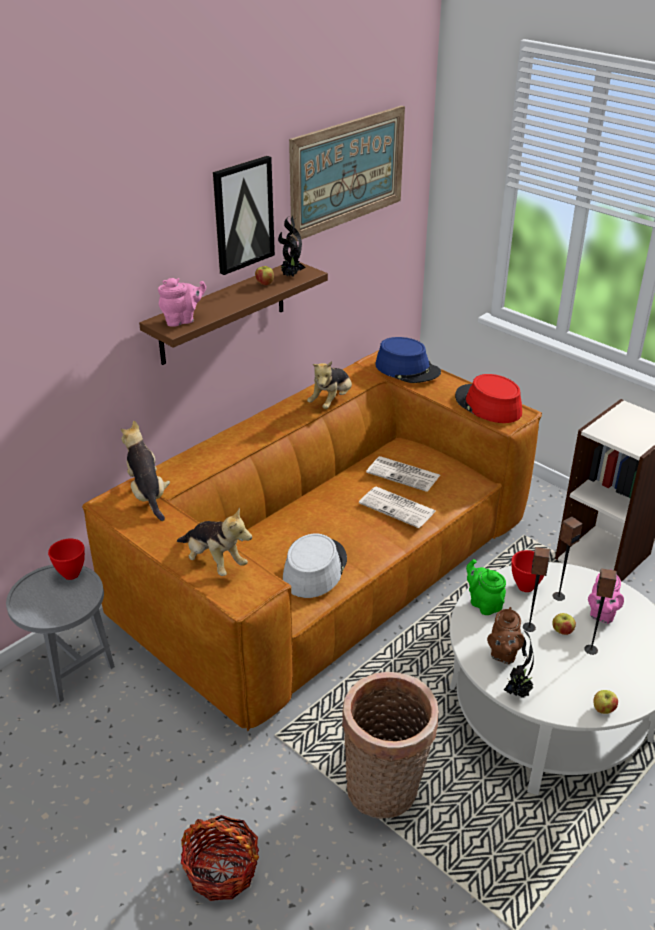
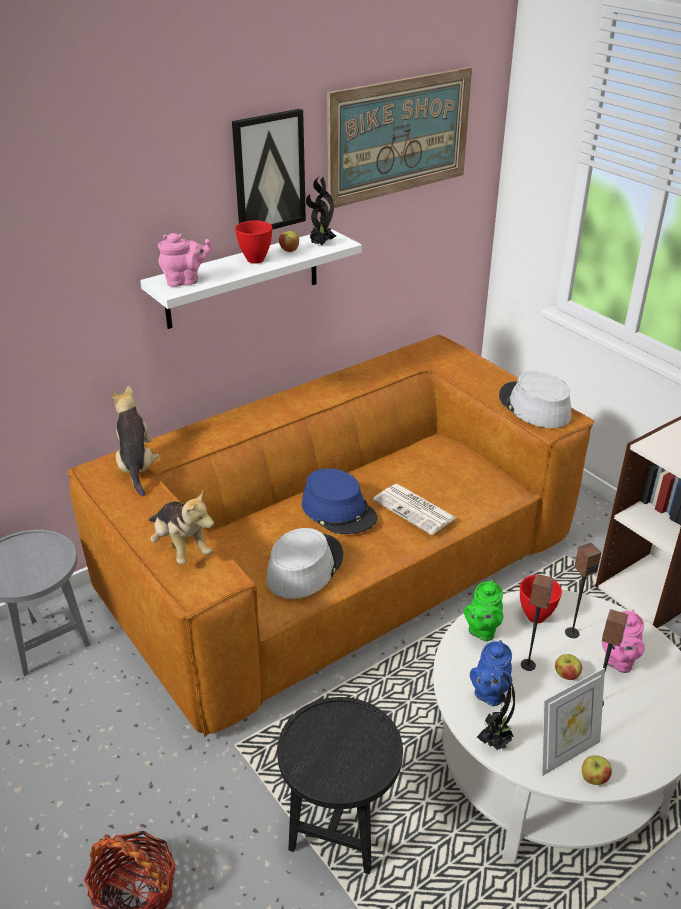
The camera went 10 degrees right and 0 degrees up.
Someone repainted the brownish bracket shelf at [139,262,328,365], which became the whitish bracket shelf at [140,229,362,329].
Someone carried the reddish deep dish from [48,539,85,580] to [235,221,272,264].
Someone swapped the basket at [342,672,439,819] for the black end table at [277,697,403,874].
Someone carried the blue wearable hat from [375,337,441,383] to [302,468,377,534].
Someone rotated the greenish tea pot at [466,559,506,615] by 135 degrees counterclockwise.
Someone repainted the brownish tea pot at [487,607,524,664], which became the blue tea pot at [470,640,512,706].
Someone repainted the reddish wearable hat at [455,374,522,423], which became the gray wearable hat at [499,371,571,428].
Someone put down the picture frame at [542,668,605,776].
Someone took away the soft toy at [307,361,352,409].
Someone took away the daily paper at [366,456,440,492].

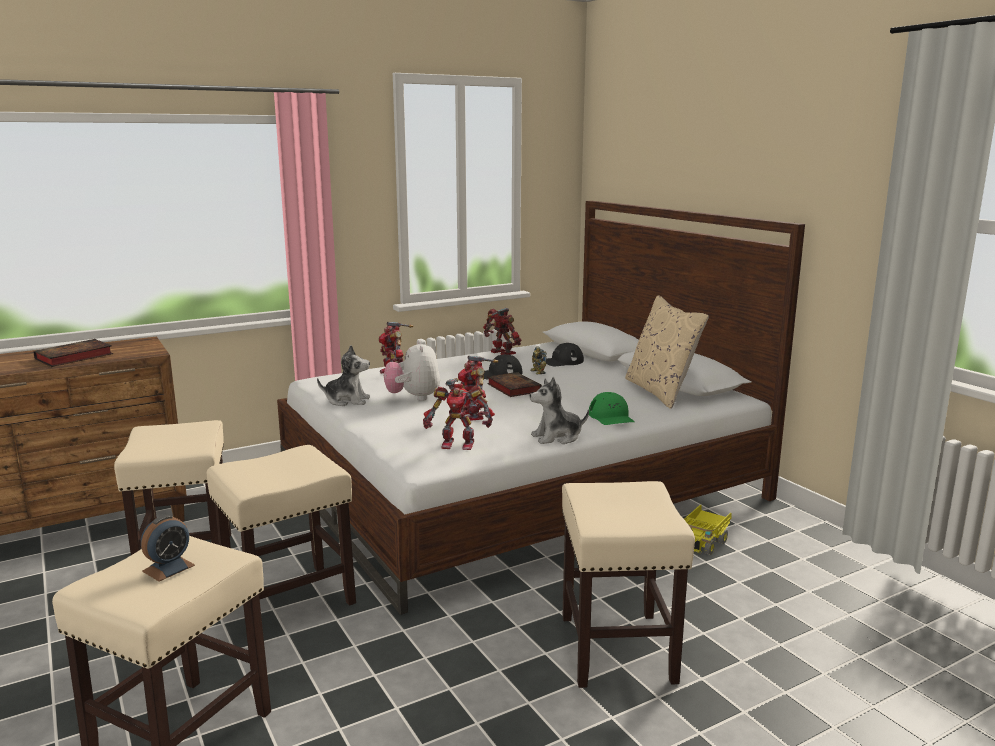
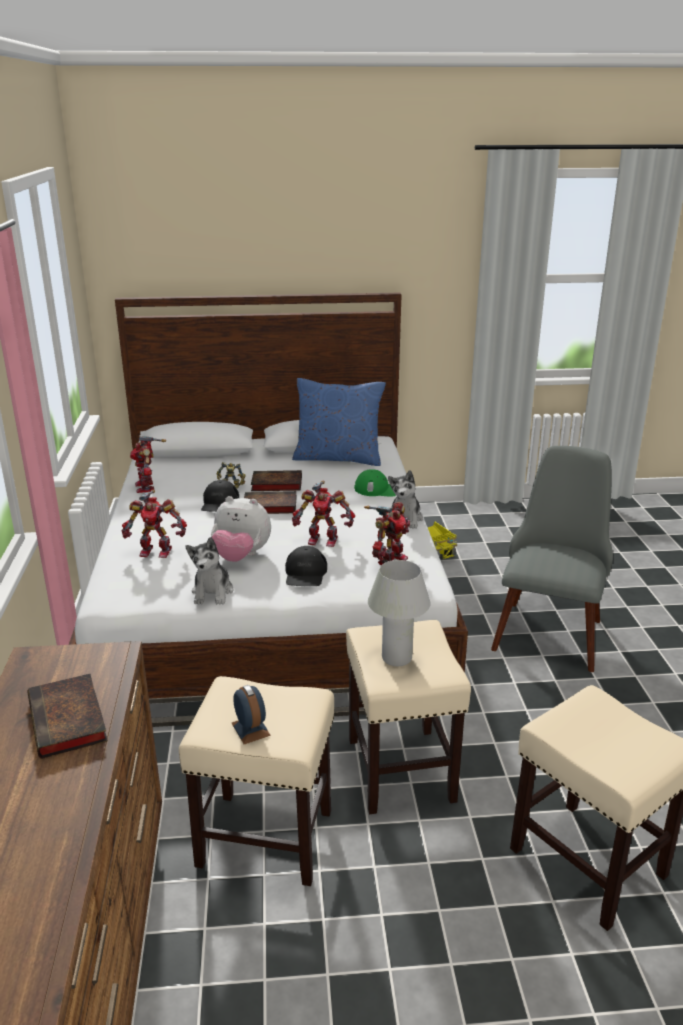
The camera went 65 degrees left and 10 degrees up.
Someone rotated the robot figure at [483,308,521,355] by 90 degrees counterclockwise.
Someone rotated the soft toy at [317,345,370,406] by 150 degrees clockwise.
Someone carried the alarm clock from [141,515,195,582] to [232,685,271,744].
Someone put down the book at [251,470,302,491].
Someone carried the black baseball cap from [542,343,584,367] to [285,546,327,586].
Someone repainted the sand-coloured throw pillow at [625,295,709,409], which became the blue throw pillow at [292,378,386,466].
Someone put down the whitish lamp for a table at [368,560,431,666].
Someone swapped the sand-coloured stool at [562,481,695,688] for the gray chair at [491,446,613,672].

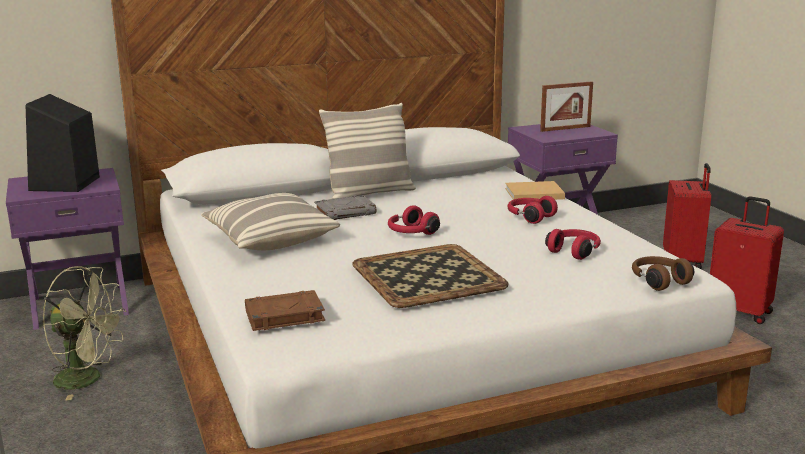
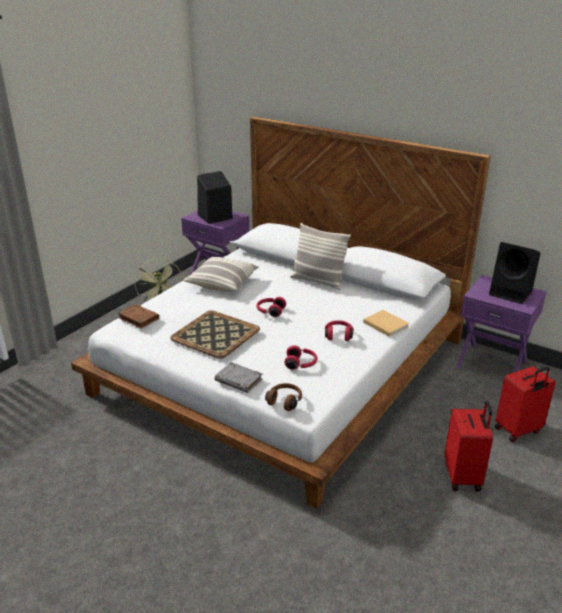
The camera went 55 degrees right and 10 degrees up.
Someone carried the gray book from [314,195,376,220] to [215,362,263,393].
Someone swapped the picture frame at [540,81,593,132] for the black audio speaker at [489,242,541,304].

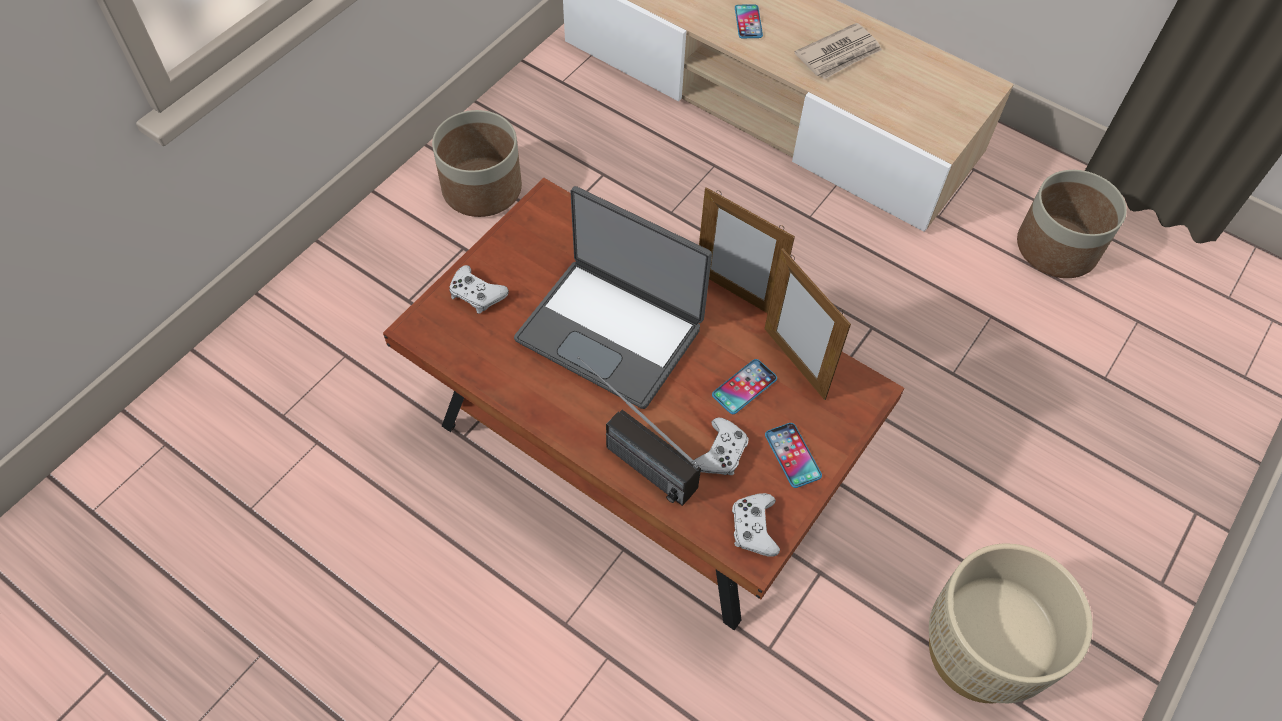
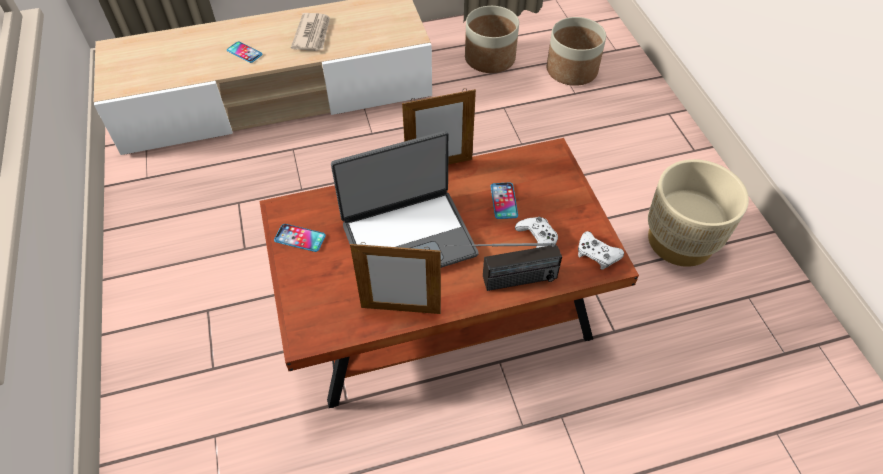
The camera went 50 degrees left and 5 degrees down.
Someone carried the telephone from [765,423,822,488] to [274,224,326,252].
Someone carried the picture frame from [764,248,851,400] to [350,242,441,314].
Someone carried the planter from [432,110,522,217] to [547,17,606,86].
Someone took away the whitish gamepad at [449,265,509,314].

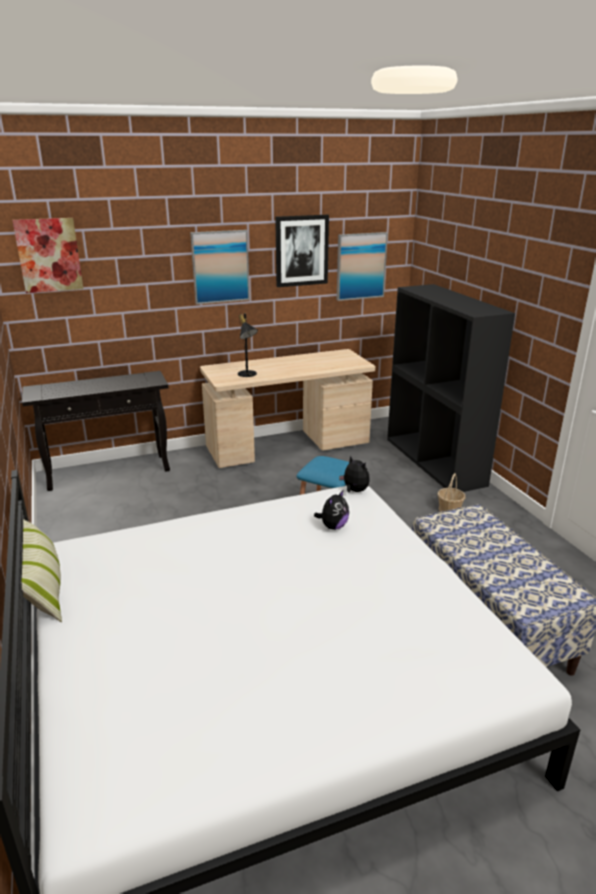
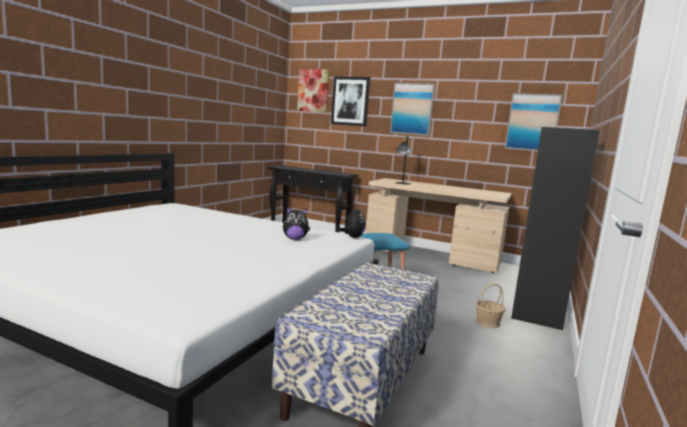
The camera went 45 degrees right and 15 degrees down.
Someone carried the picture from [275,215,329,287] to [331,76,370,126].
Someone took away the throw pillow at [22,519,62,622].

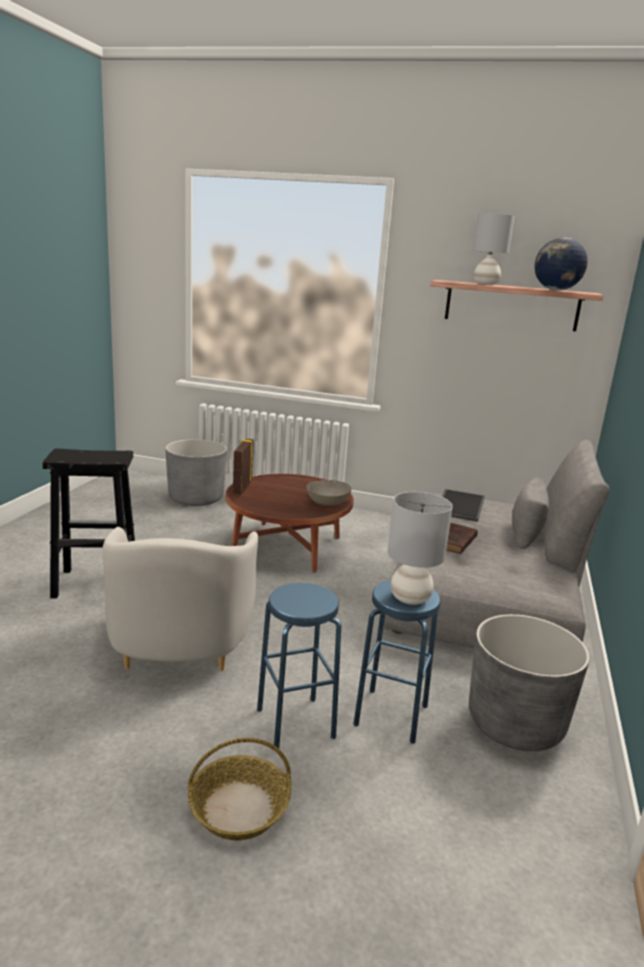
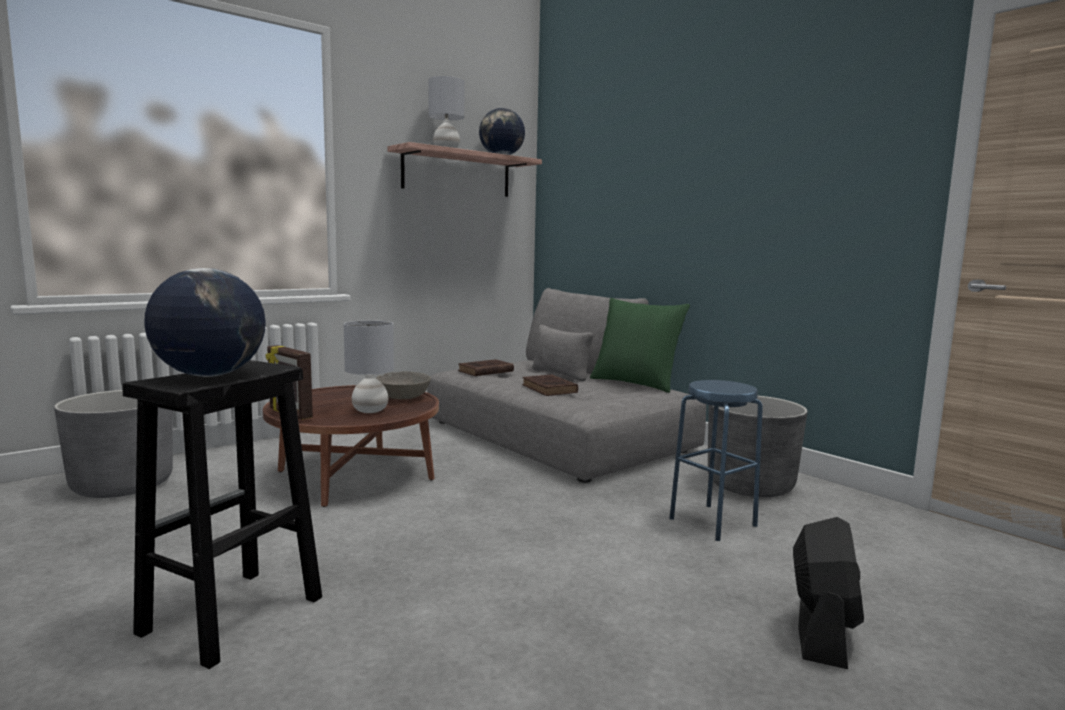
The camera went 55 degrees left and 10 degrees down.
Someone put down the globe at [144,268,266,377].
Someone carried the gray lamp for a table from [388,492,453,605] to [344,320,394,413].
Someone swapped the serving tray at [442,489,485,522] for the brownish book at [458,359,514,376].
Someone put down the greenish throw pillow at [590,298,690,393].
Someone swapped the basket at [188,738,291,840] for the black fan at [793,517,864,669].
Someone took away the whitish lounge chair at [102,527,258,671].
Someone took away the blue stool at [257,583,341,748].

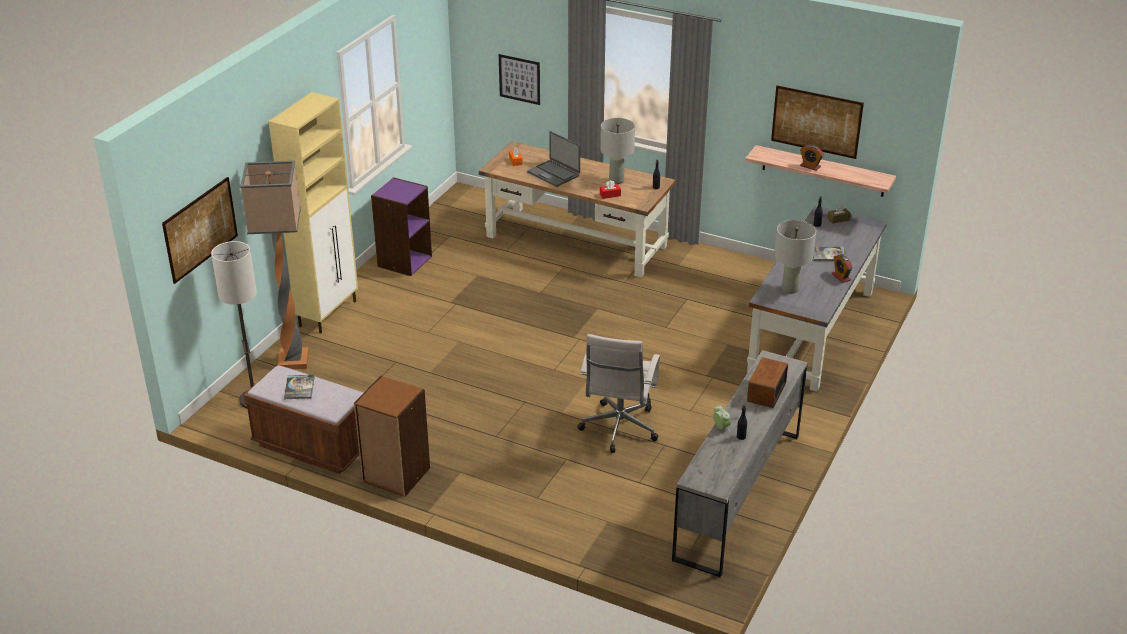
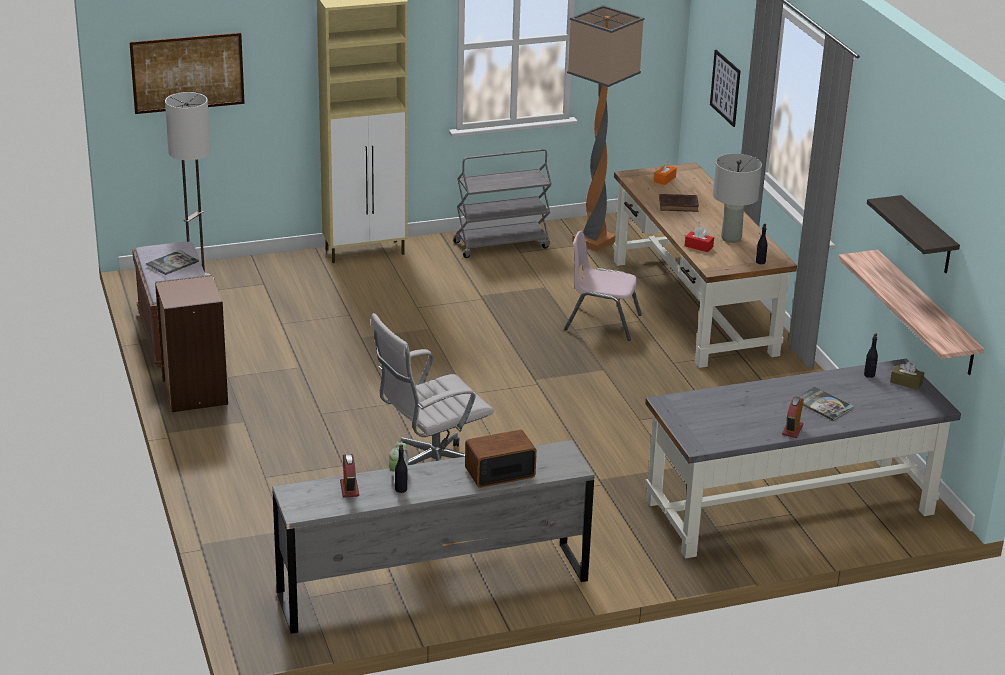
The camera went 45 degrees right and 5 degrees down.
Someone carried the alarm clock from [800,145,824,171] to [340,454,359,498].
Someone swapped the purplish shelving unit at [371,177,432,276] for the gray cart at [453,149,552,258].
Someone put down the pinkish chair at [564,231,642,341].
Someone carried the standard lamp from [240,161,309,369] to [567,5,645,251].
Someone swapped the notebook computer at [527,131,580,187] for the brownish book at [659,194,699,212].
Someone swapped the picture at [771,85,864,159] for the bracket shelf at [867,195,960,273].
Someone took away the gray lamp for a table at [774,220,816,294].

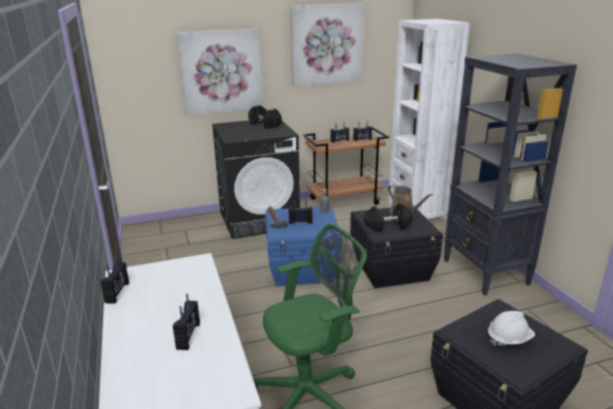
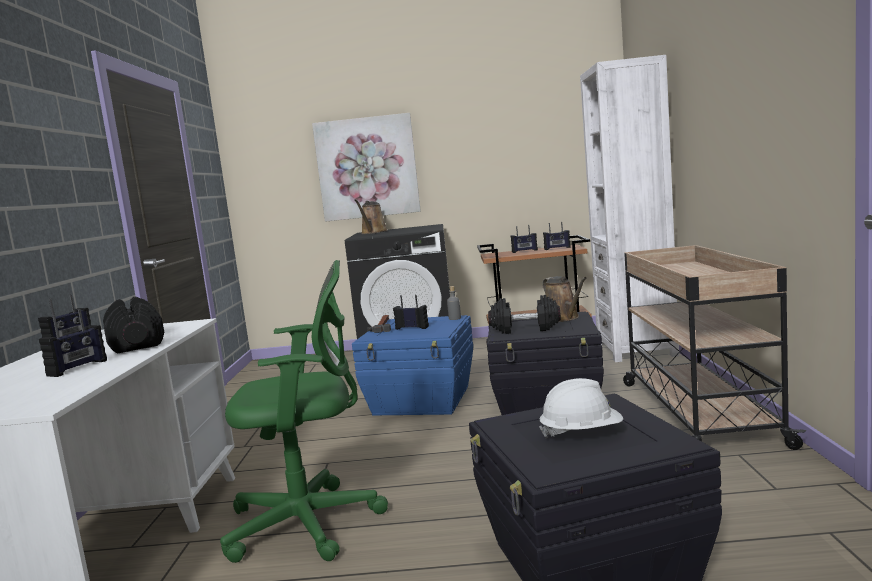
The camera went 20 degrees right and 15 degrees down.
Someone carried the black dumbbell from [248,105,282,129] to [103,297,164,354].
Someone put down the brownish watering can at [354,199,388,234].
Someone swapped the black shelving unit at [444,53,577,296] for the sand-coloured cart at [623,245,806,450].
Someone took away the picture at [290,3,365,87].

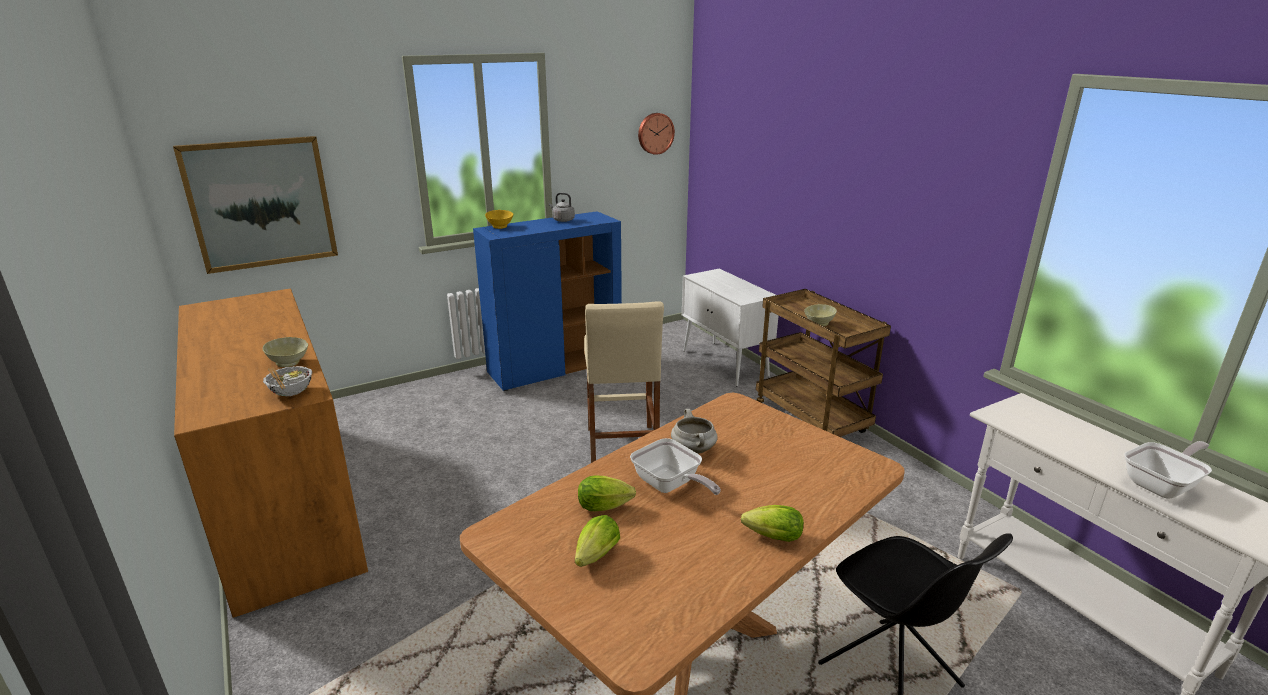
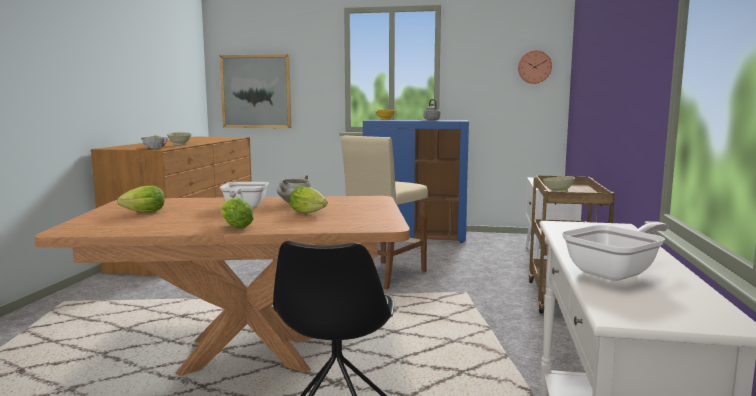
The camera went 40 degrees right and 15 degrees down.
Someone carried the lettuce from [578,475,636,511] to [290,186,327,214].
Someone rotated the skillet at [1124,441,1212,499] by 45 degrees counterclockwise.

